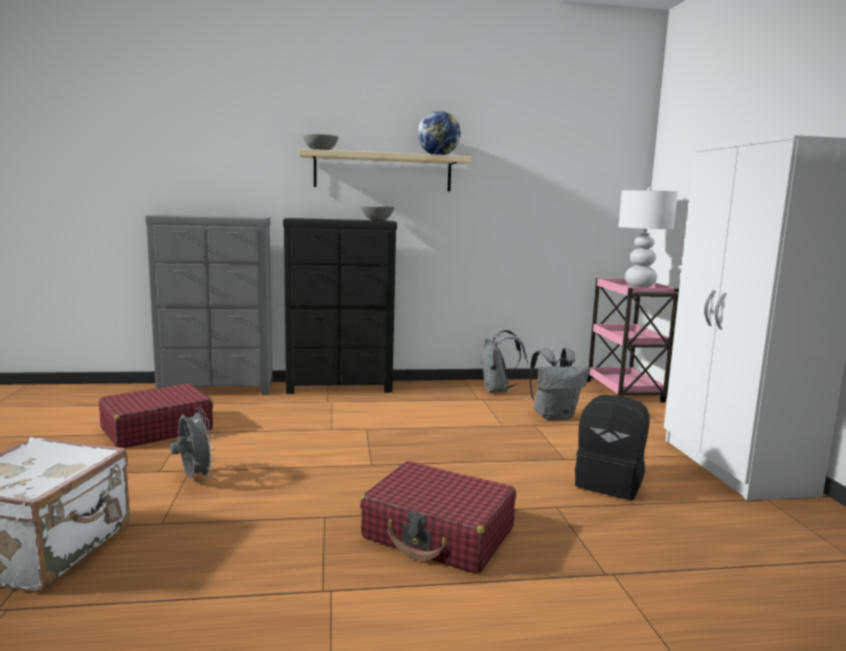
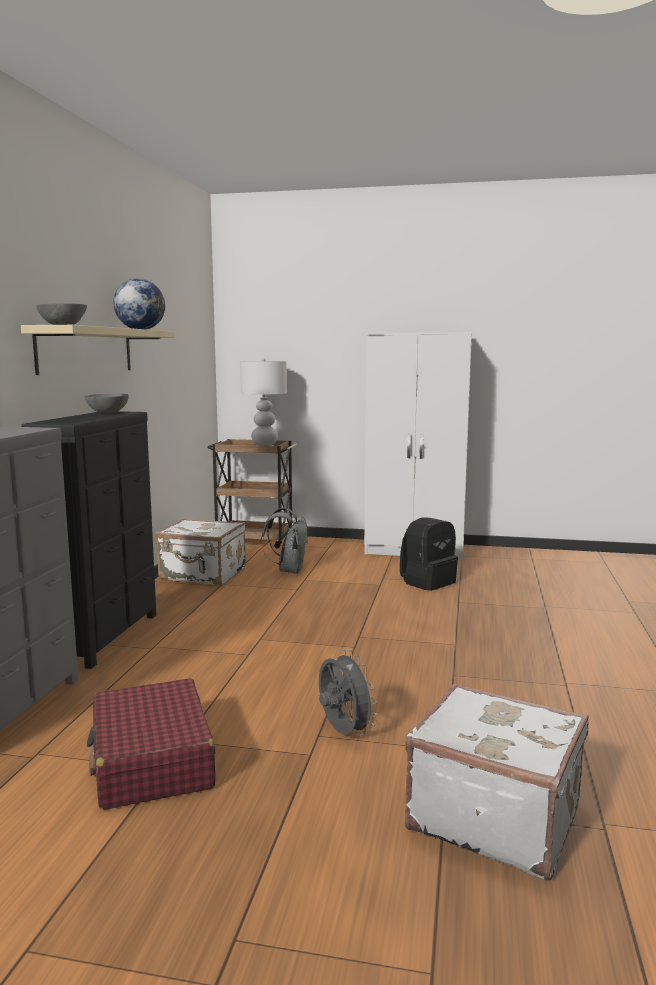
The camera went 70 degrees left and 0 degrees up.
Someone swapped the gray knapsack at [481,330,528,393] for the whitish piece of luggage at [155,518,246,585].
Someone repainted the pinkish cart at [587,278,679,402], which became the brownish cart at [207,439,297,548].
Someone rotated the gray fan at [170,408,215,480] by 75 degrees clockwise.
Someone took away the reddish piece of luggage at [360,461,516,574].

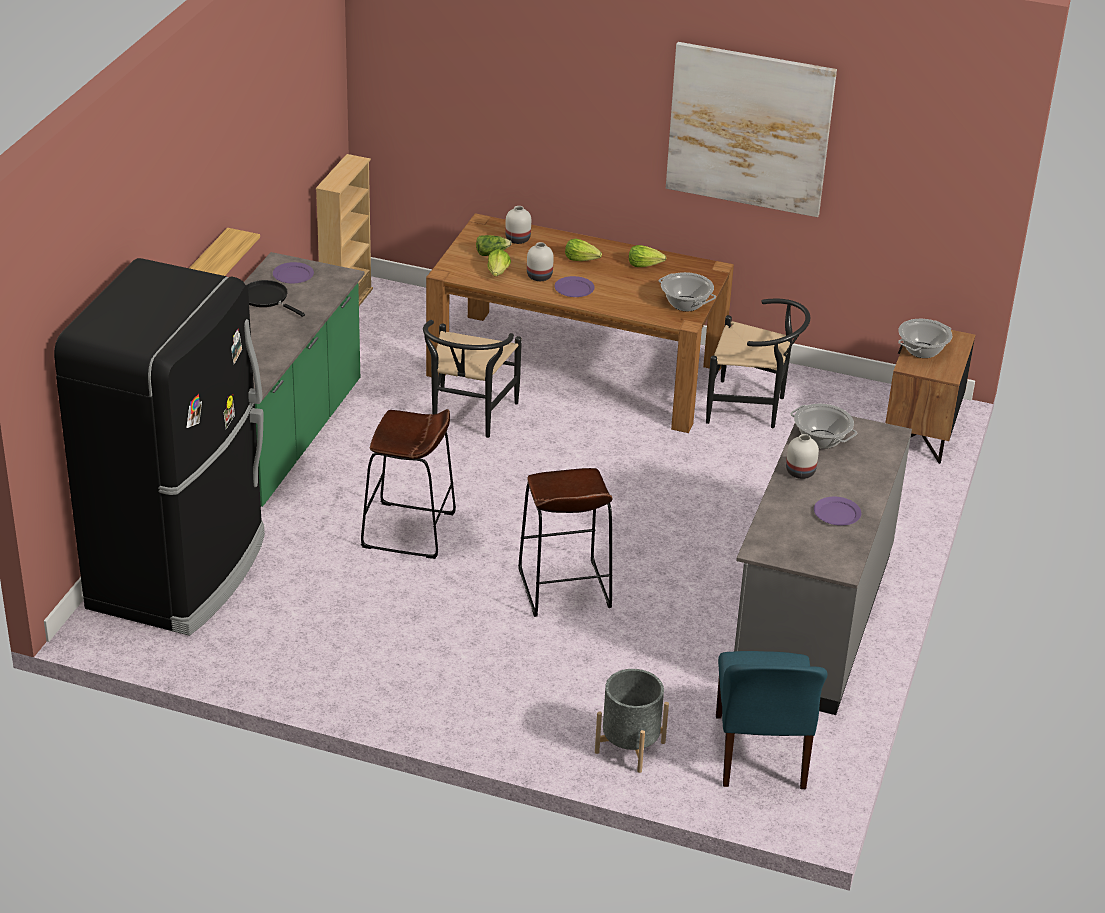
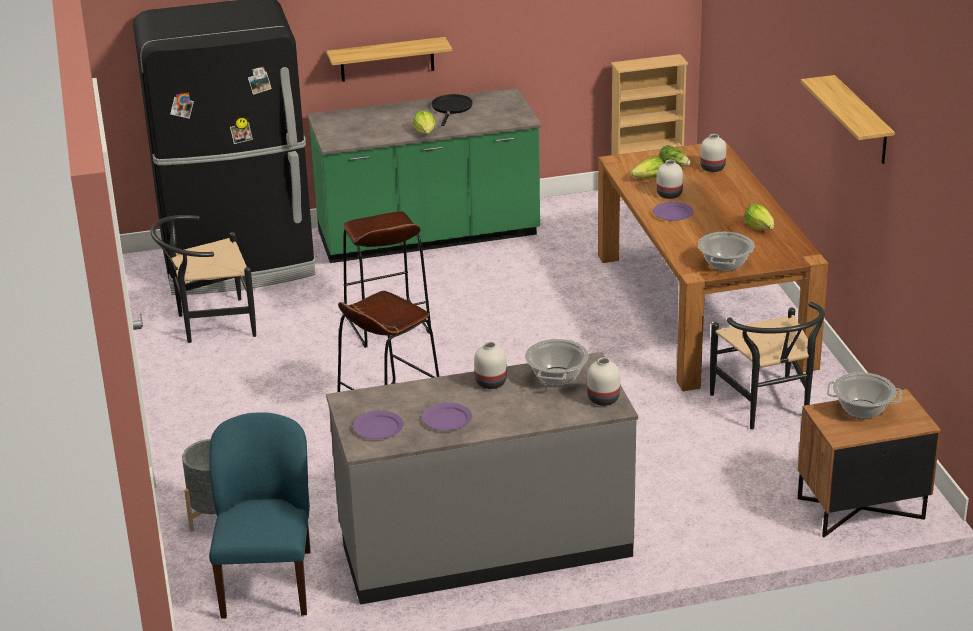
The camera went 60 degrees right and 5 degrees down.
Someone carried the black chair from [423,320,522,438] to [151,215,256,343].
Someone rotated the blue chair at [716,651,828,789] by 120 degrees clockwise.
Someone carried the purplish plate from [273,262,314,284] to [353,411,404,439].
Someone carried the lettuce from [565,238,602,261] to [413,110,436,134].
Someone put down the whitish vase at [587,358,620,406].
Someone swapped the picture at [666,42,837,217] for the bracket shelf at [801,75,895,164].

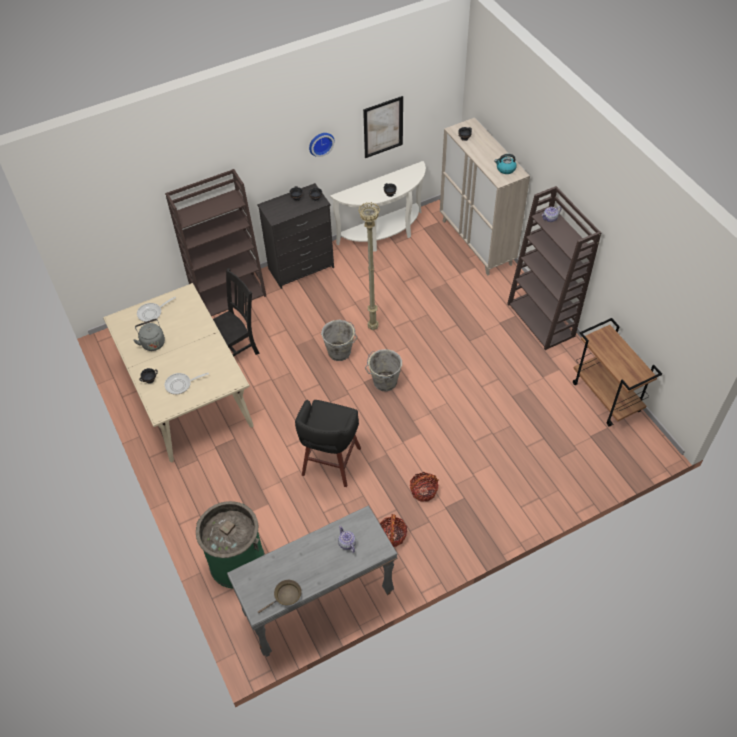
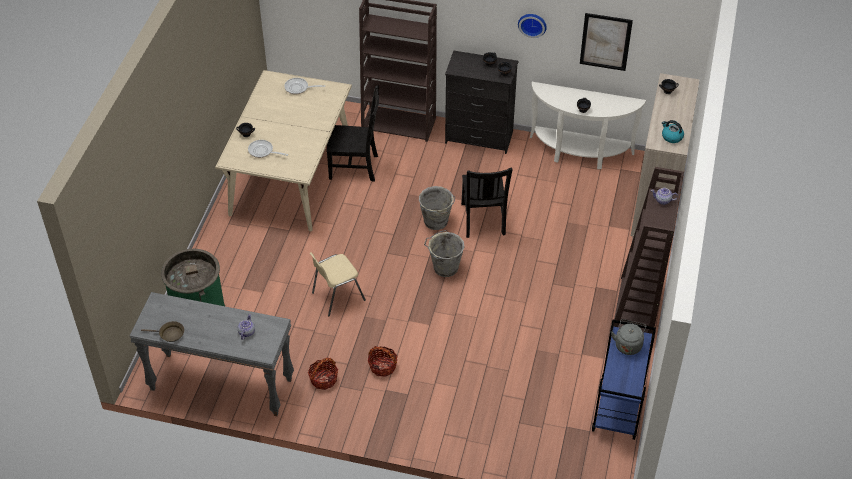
The camera went 40 degrees right and 5 degrees down.
Someone swapped the black stool at [295,400,361,487] for the sand-coloured chair at [310,252,366,316].
Someone swapped the sand-coloured standard lamp at [358,202,380,330] for the black chair at [461,168,513,238].
Someone repainted the brownish cart at [573,318,662,427], which became the blue cart at [592,320,656,440].
Someone carried the gray water kettle from [133,319,165,351] to [611,319,646,355].

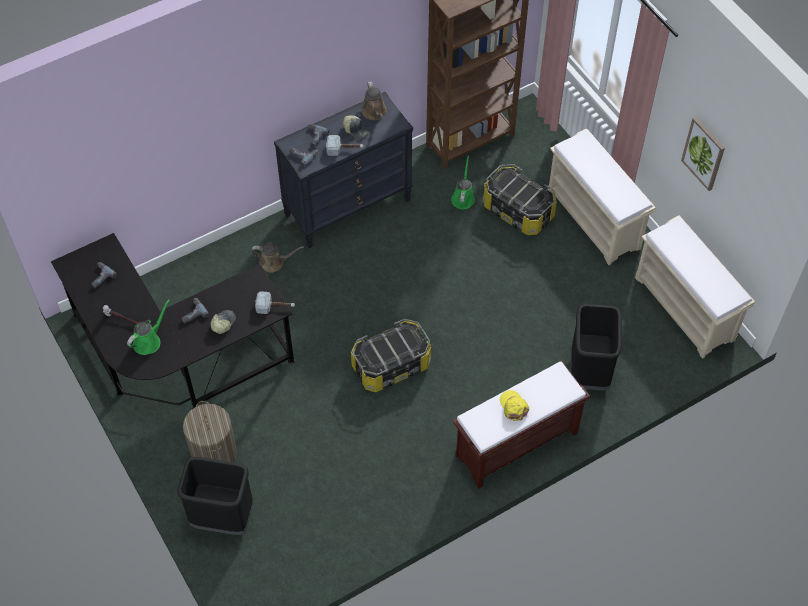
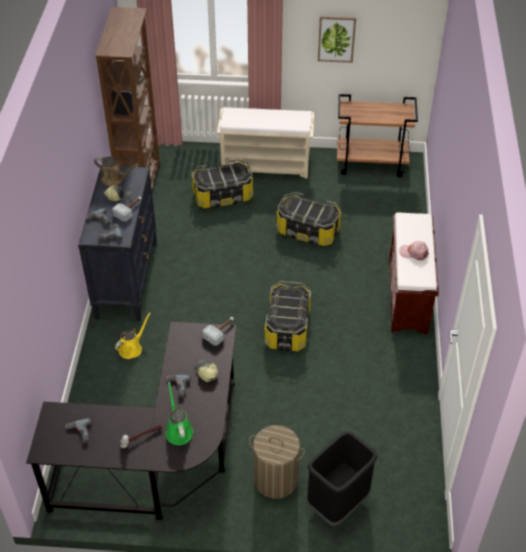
The camera went 55 degrees left and 10 degrees down.
Someone repainted the brownish watering can at [251,242,304,273], which became the yellowish watering can at [115,312,151,359].
Someone put down the storage box at [276,192,341,246].
Someone swapped the sand-coloured bench at [635,215,755,359] for the brownish cart at [337,94,418,177].
Someone repainted the yellowish baseball cap at [500,390,529,421], which became the pinkish baseball cap at [399,241,429,260].
Someone took away the greenish watering can at [451,155,475,209].
Someone took away the black waste bin at [570,304,622,391].

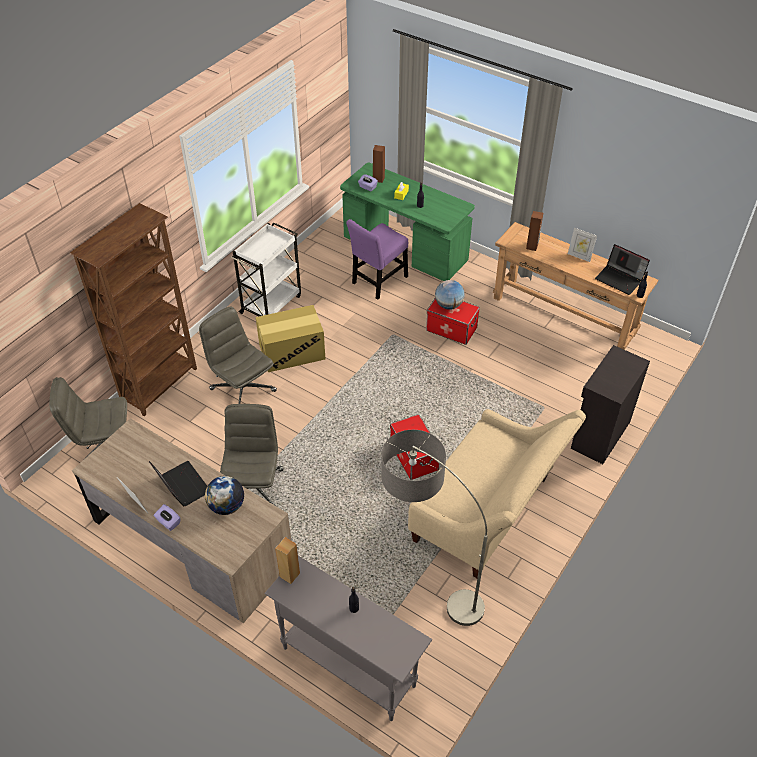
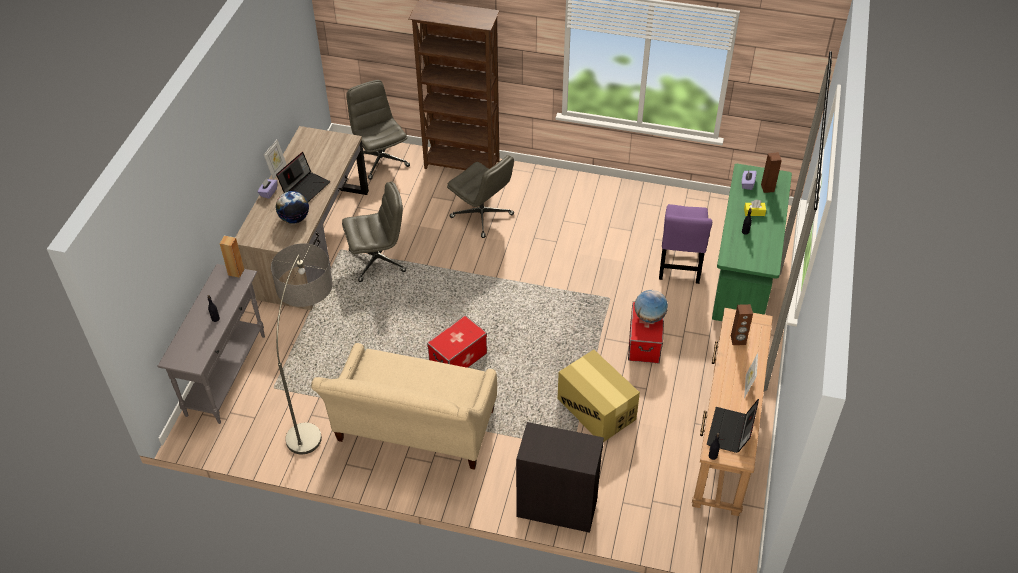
The camera went 70 degrees right and 0 degrees up.
Someone rotated the gray computer chair at [199,306,277,404] by 105 degrees clockwise.
Someone carried the carton from [256,305,325,372] to [557,350,640,442].
Someone rotated the purplish chair at [346,219,408,300] by 105 degrees counterclockwise.
Someone took away the whitish cart at [231,222,301,316].

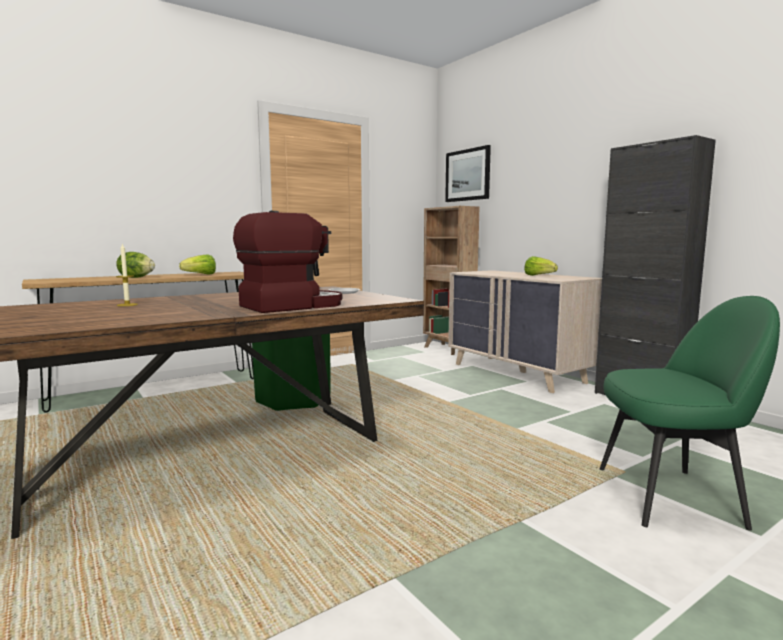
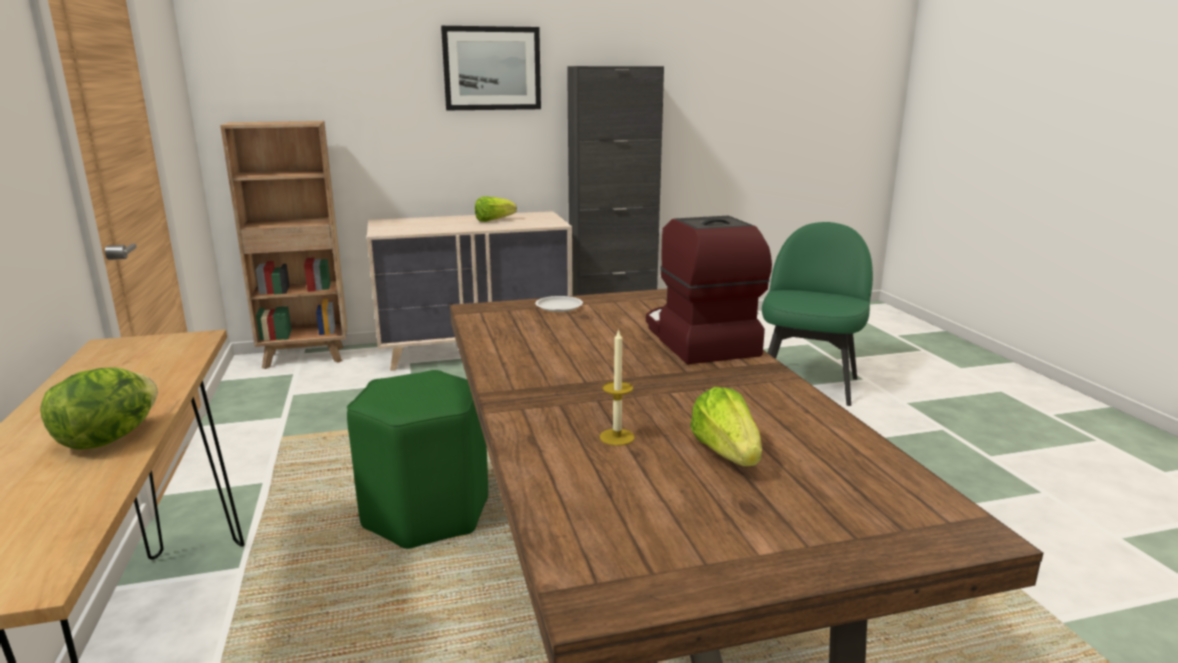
The camera went 70 degrees left and 10 degrees up.
Someone carried the picture from [445,145,491,202] to [441,26,541,110].
Someone carried the lettuce from [179,254,216,275] to [690,387,762,466].

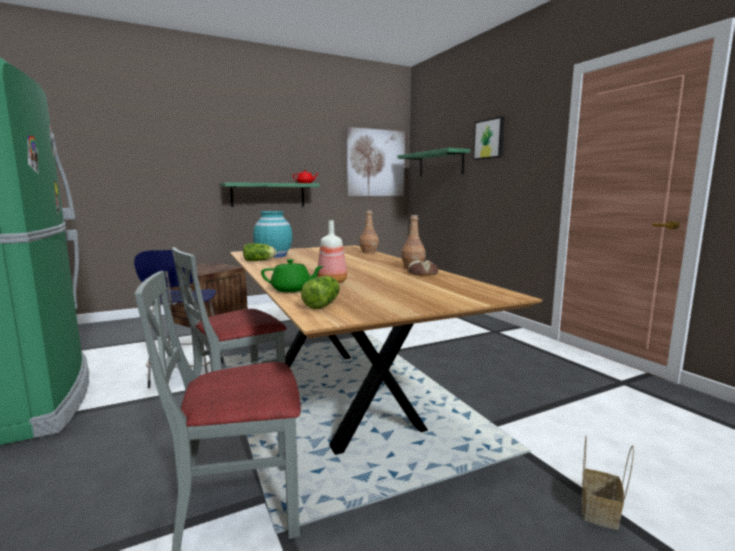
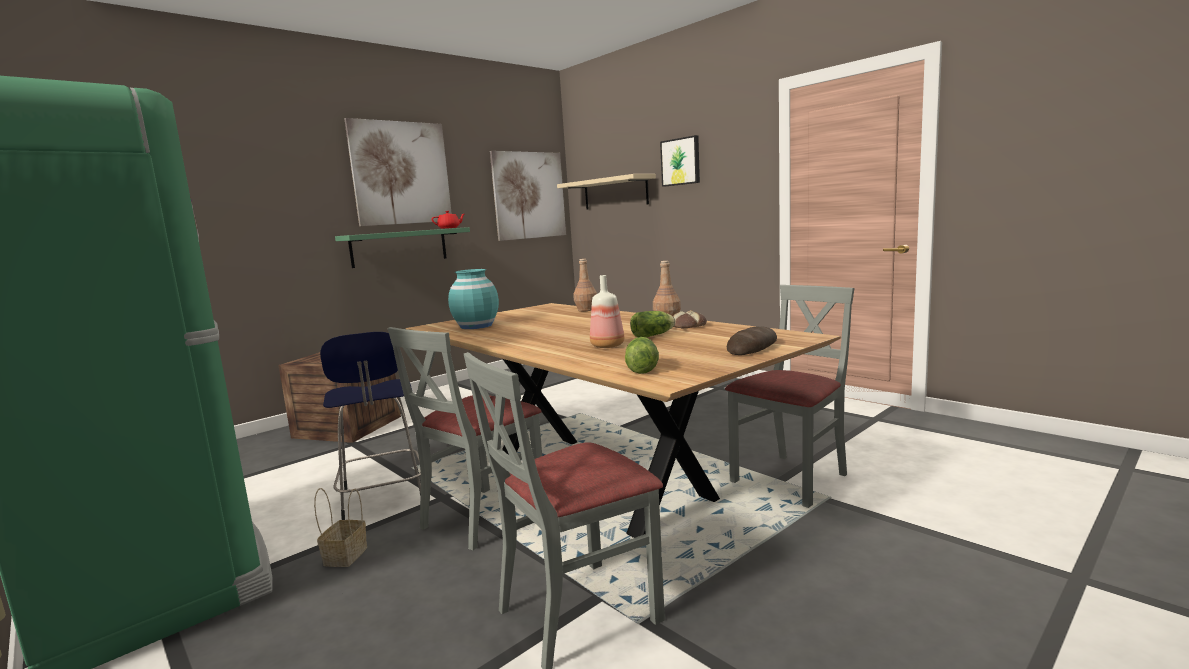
The camera went 15 degrees left and 0 degrees up.
Someone carried the basket from [582,436,634,530] to [314,488,367,567].
Someone put up the picture at [344,118,452,226].
Someone repainted the greenish bracket shelf at [397,148,470,177], which became the sand-coloured bracket shelf at [557,174,656,210].
Someone carried the lettuce from [243,243,277,261] to [630,311,675,337].
Someone put down the gray chair at [725,285,854,508].
Someone put down the baked bread at [727,326,777,355].
Someone took away the greenish tea pot at [261,259,324,292].

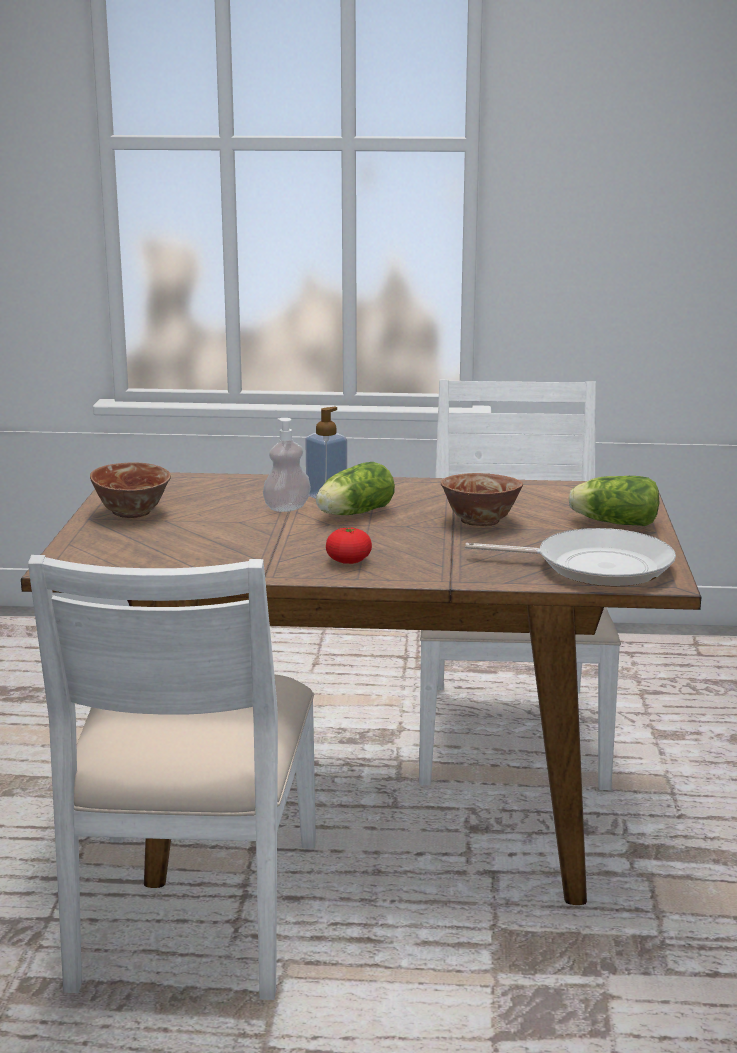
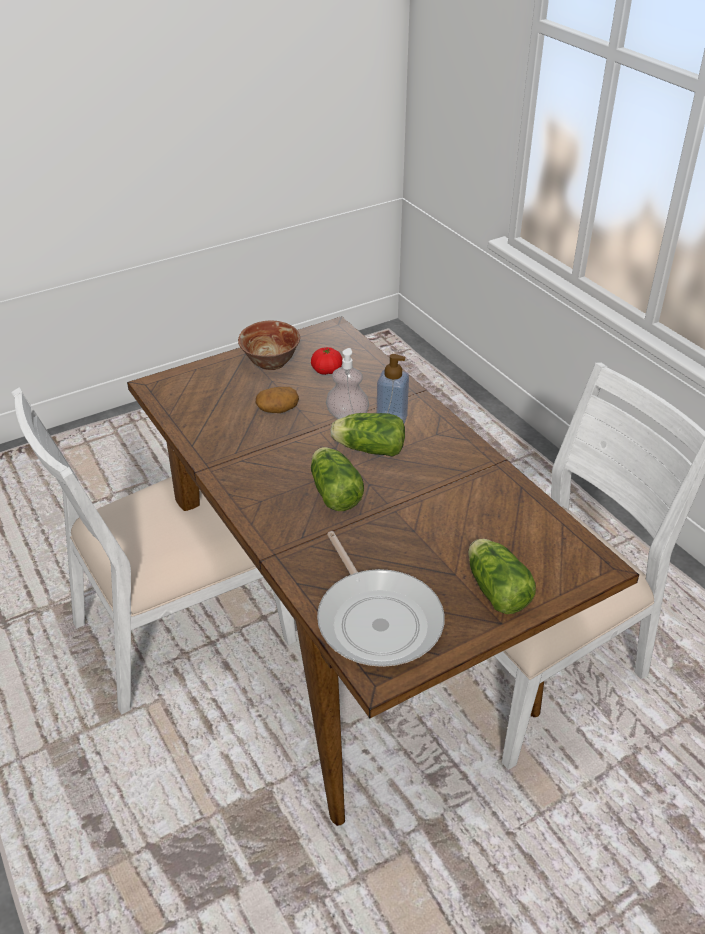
The camera went 55 degrees right and 20 degrees up.
Someone put down the whole potato at [256,387,299,413].
Someone carried the fresh tomato from [326,527,372,564] to [311,347,342,375].
Someone put down the lettuce at [311,447,364,511].
Someone took away the deep dish at [441,473,523,526].

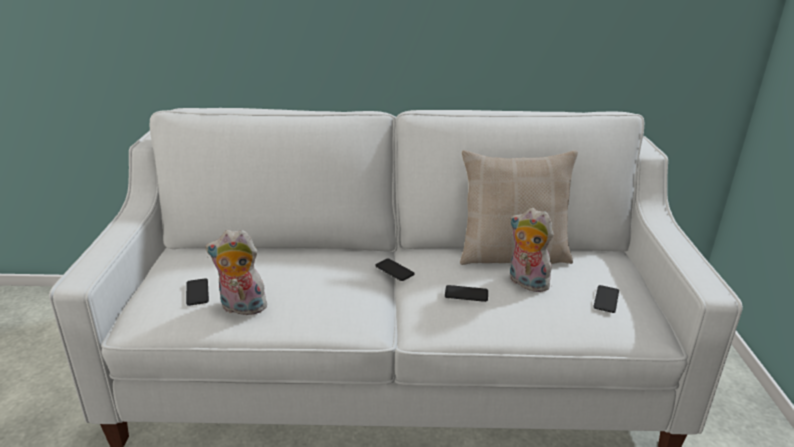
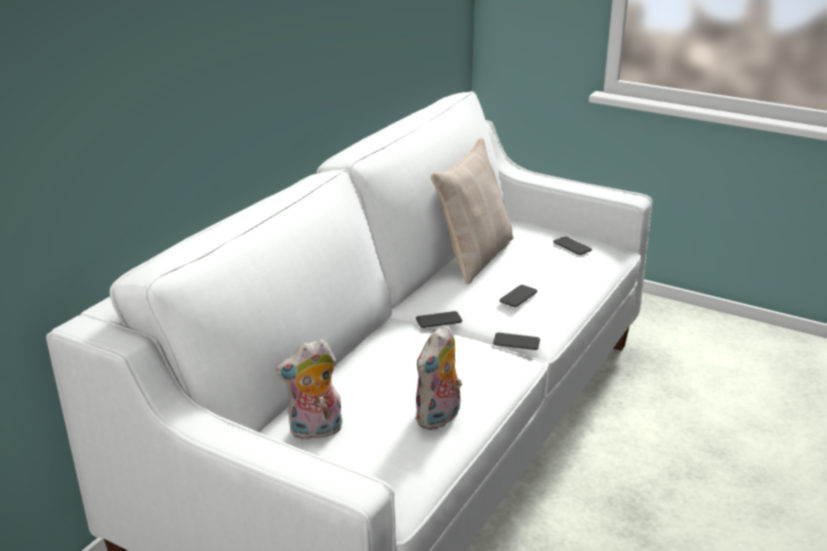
The camera went 60 degrees left and 0 degrees up.
Someone carried the soft toy from [509,208,553,292] to [275,339,342,440].
Someone carried the telephone from [186,278,209,306] to [493,333,540,350].

